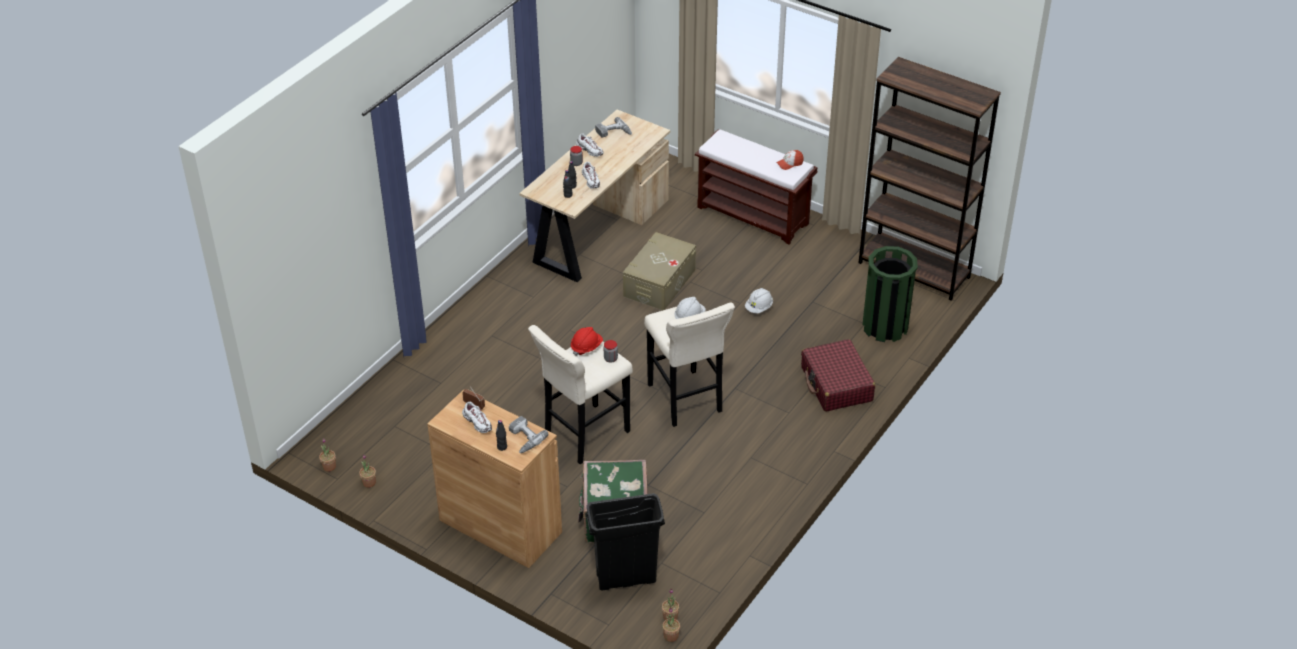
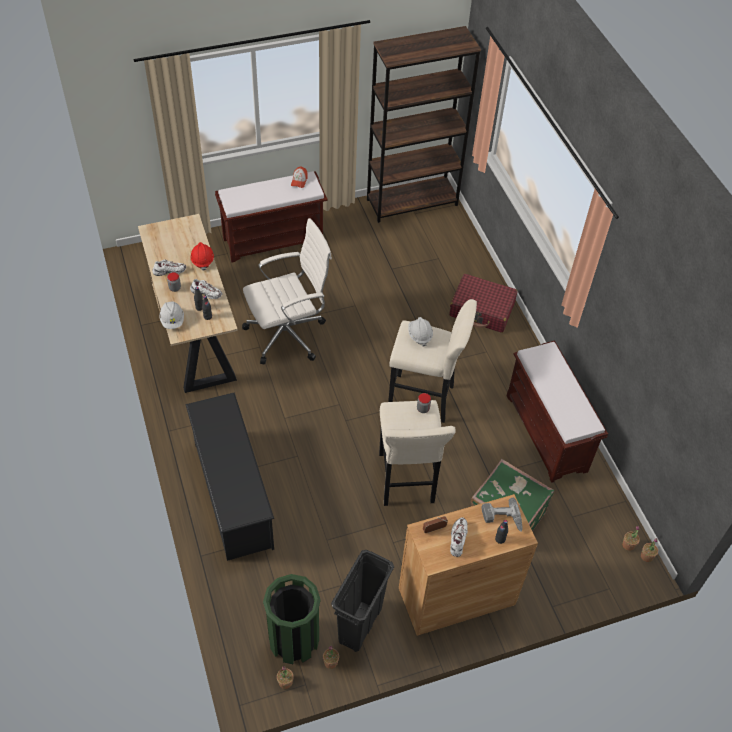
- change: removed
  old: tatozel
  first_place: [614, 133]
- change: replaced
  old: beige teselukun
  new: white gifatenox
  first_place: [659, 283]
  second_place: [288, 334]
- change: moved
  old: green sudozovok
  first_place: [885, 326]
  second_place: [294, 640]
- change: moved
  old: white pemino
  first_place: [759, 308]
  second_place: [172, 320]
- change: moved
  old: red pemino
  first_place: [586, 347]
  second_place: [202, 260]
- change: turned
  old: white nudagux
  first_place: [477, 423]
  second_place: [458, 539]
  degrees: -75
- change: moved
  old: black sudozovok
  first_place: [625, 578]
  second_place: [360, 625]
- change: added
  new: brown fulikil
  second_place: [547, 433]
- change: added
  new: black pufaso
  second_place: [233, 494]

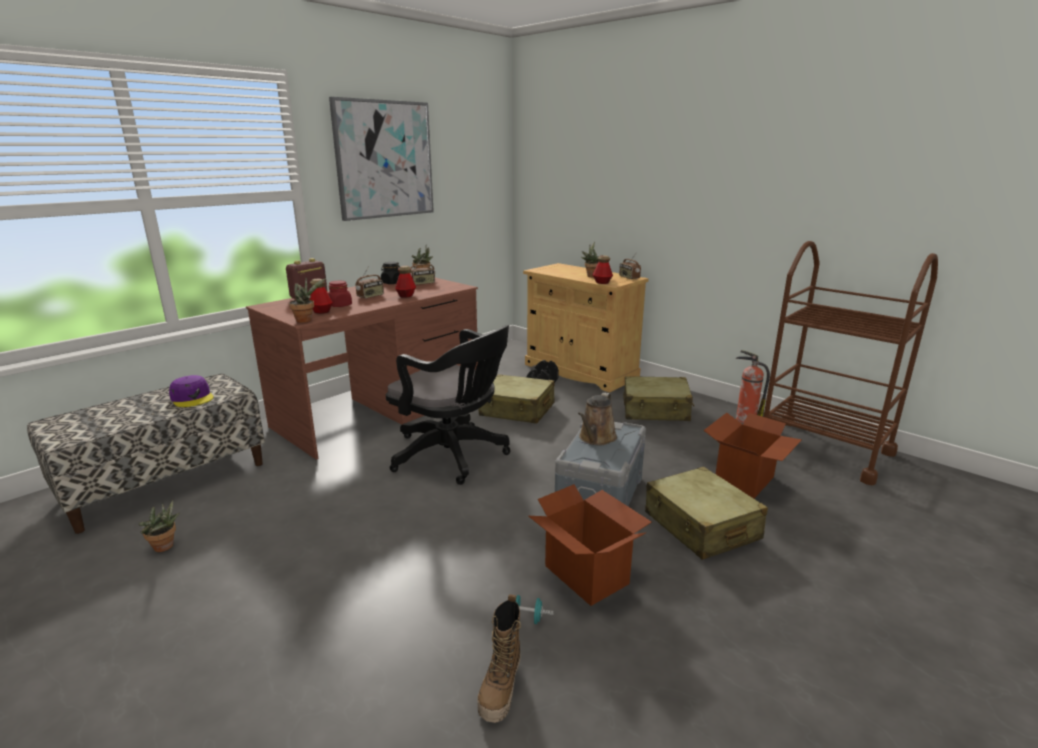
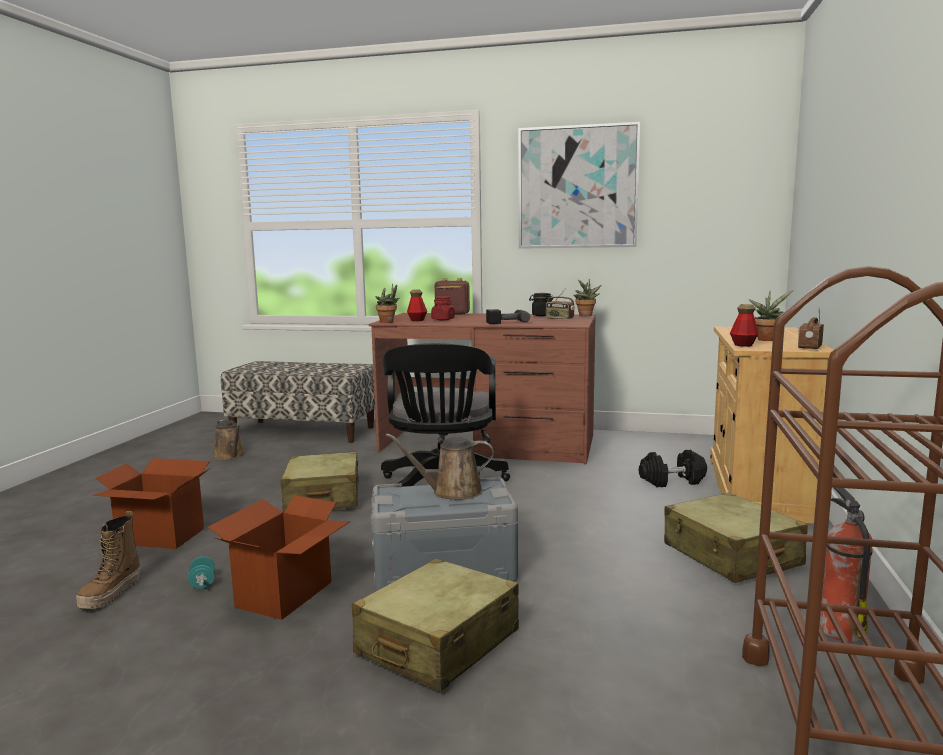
- change: removed
  old: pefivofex
  first_place: [370, 296]
- change: replaced
  old: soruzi
  new: tatozel
  first_place: [406, 295]
  second_place: [506, 322]
- change: moved
  old: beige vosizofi
  first_place: [517, 410]
  second_place: [323, 498]
- change: removed
  old: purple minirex
  first_place: [192, 398]
- change: moved
  old: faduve
  first_place: [745, 481]
  second_place: [160, 537]
- change: replaced
  old: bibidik
  new: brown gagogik
  first_place: [166, 547]
  second_place: [230, 456]
- change: turned
  old: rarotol
  first_place: [501, 689]
  second_place: [111, 594]
  degrees: -60

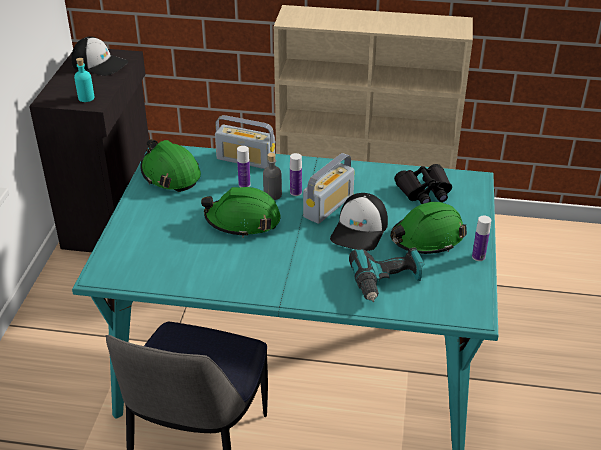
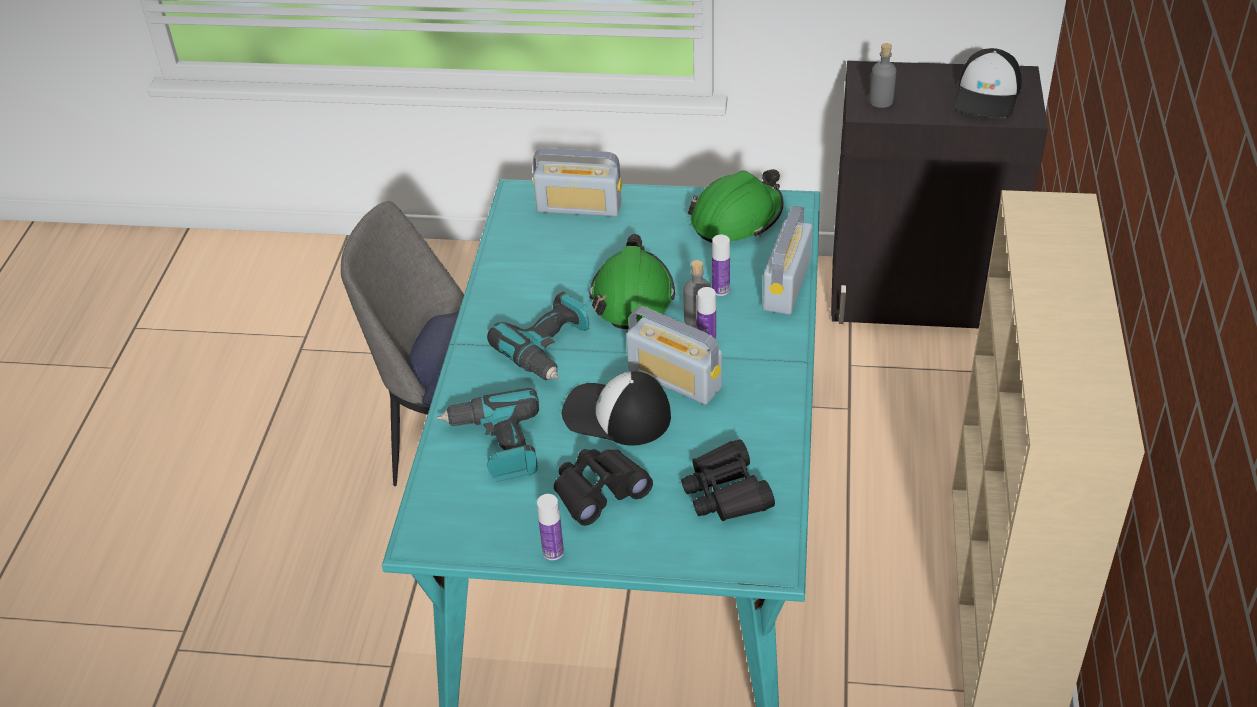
- change: recoloured
  old: turquoise soruzi
  new: grey soruzi
  first_place: [86, 98]
  second_place: [881, 101]
- change: replaced
  old: green pemino
  new: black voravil
  first_place: [427, 238]
  second_place: [599, 491]
- change: added
  new: pefivofex
  second_place: [579, 207]
- change: added
  new: tatozel
  second_place: [550, 349]

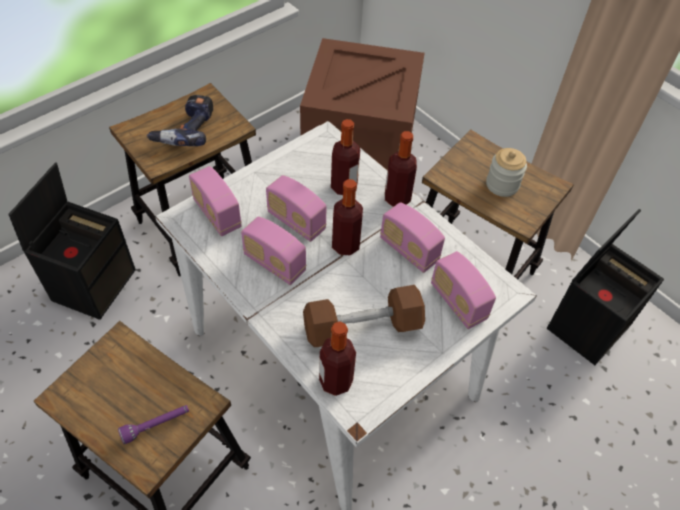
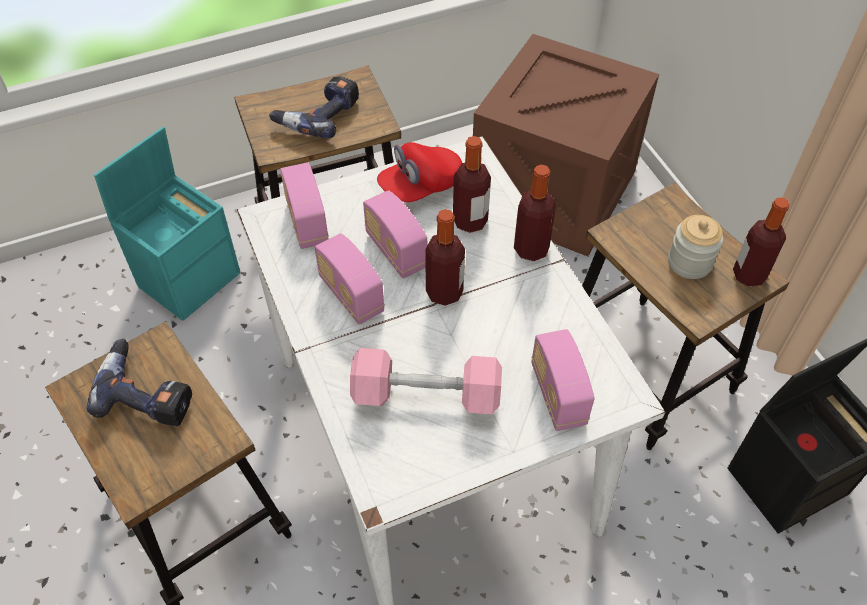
- change: recoloured
  old: black teselukun
  new: turquoise teselukun
  first_place: [94, 283]
  second_place: [189, 277]
- change: removed
  old: pefivofex
  first_place: [408, 250]
- change: recoloured
  old: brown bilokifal
  new: pink bilokifal
  first_place: [362, 327]
  second_place: [426, 395]
- change: moved
  old: soruzi
  first_place: [335, 381]
  second_place: [749, 275]
- change: removed
  old: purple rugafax
  first_place: [156, 425]
- change: added
  new: red minirex
  second_place: [421, 186]
- change: added
  new: tatozel
  second_place: [147, 392]

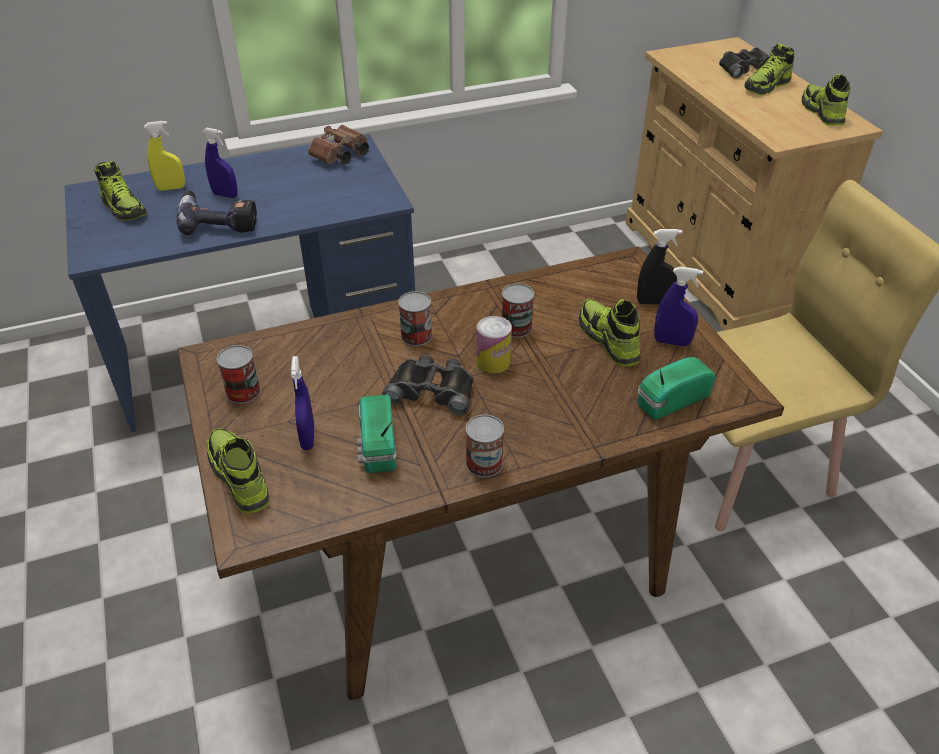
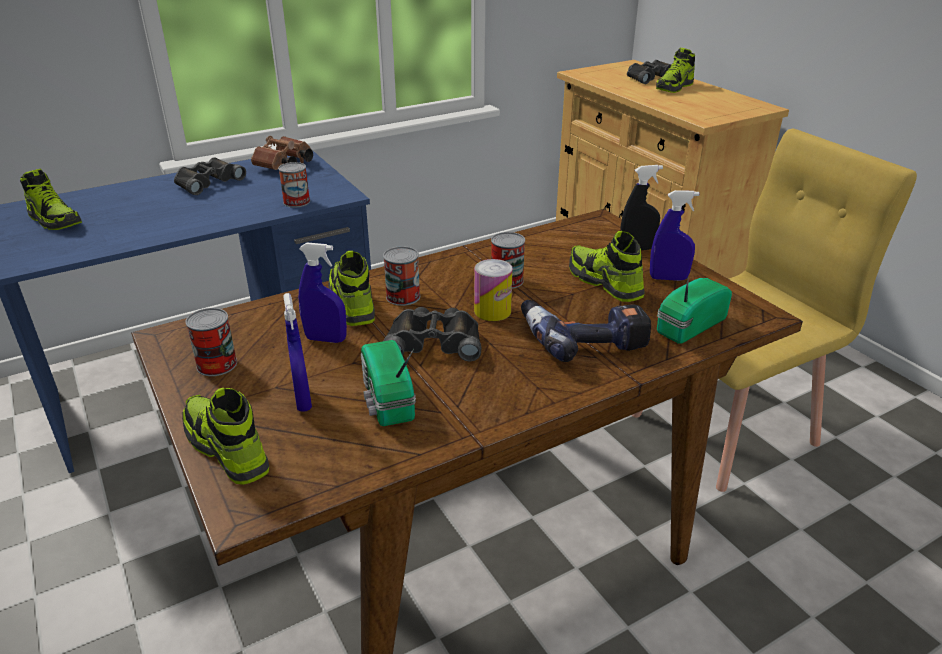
- change: moved
  old: nudagux
  first_place: [822, 112]
  second_place: [352, 303]
- change: removed
  old: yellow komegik
  first_place: [171, 188]
- change: moved
  old: blue komegik
  first_place: [225, 195]
  second_place: [326, 339]
- change: moved
  old: tatozel
  first_place: [219, 221]
  second_place: [582, 338]
- change: moved
  old: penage
  first_place: [484, 463]
  second_place: [296, 202]
- change: added
  new: black voravil
  second_place: [207, 182]

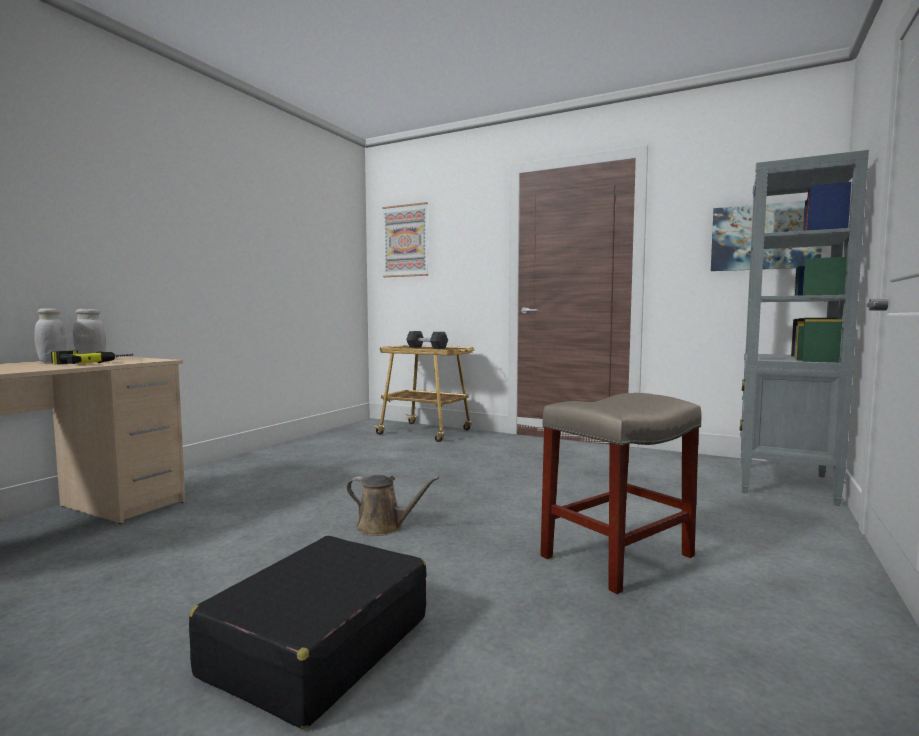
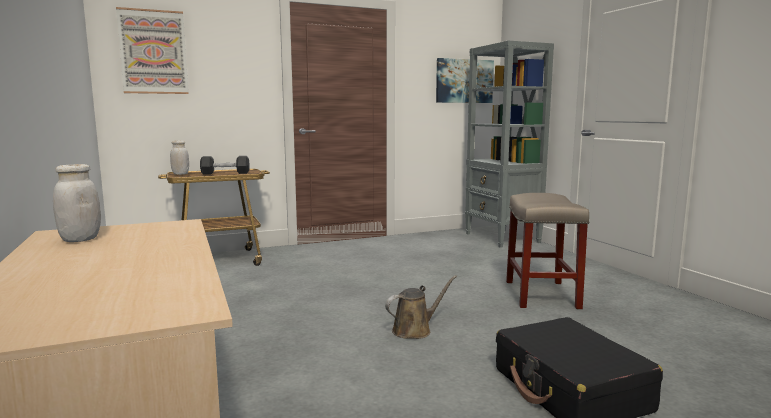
- change: moved
  old: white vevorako
  first_place: [52, 361]
  second_place: [180, 174]
- change: removed
  old: tatozel
  first_place: [91, 362]

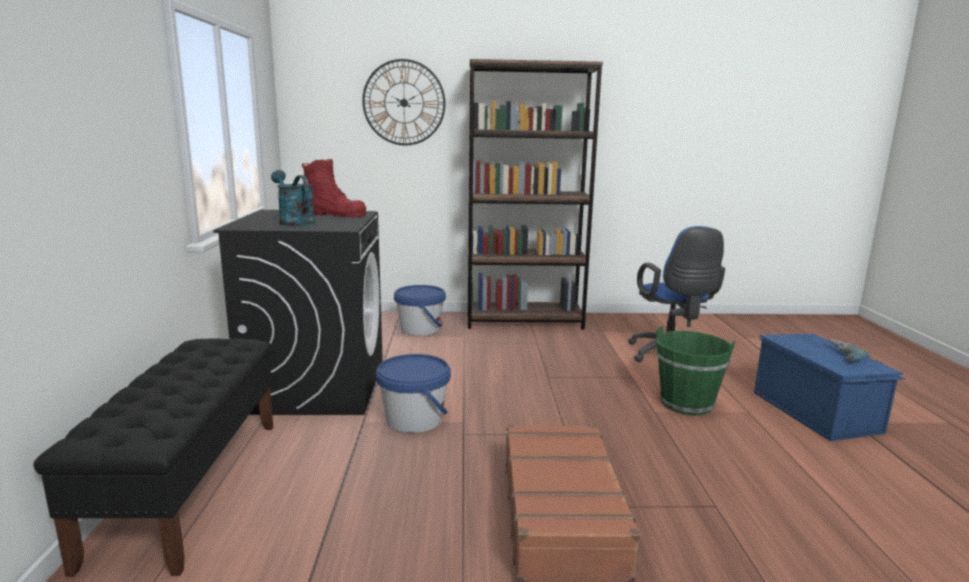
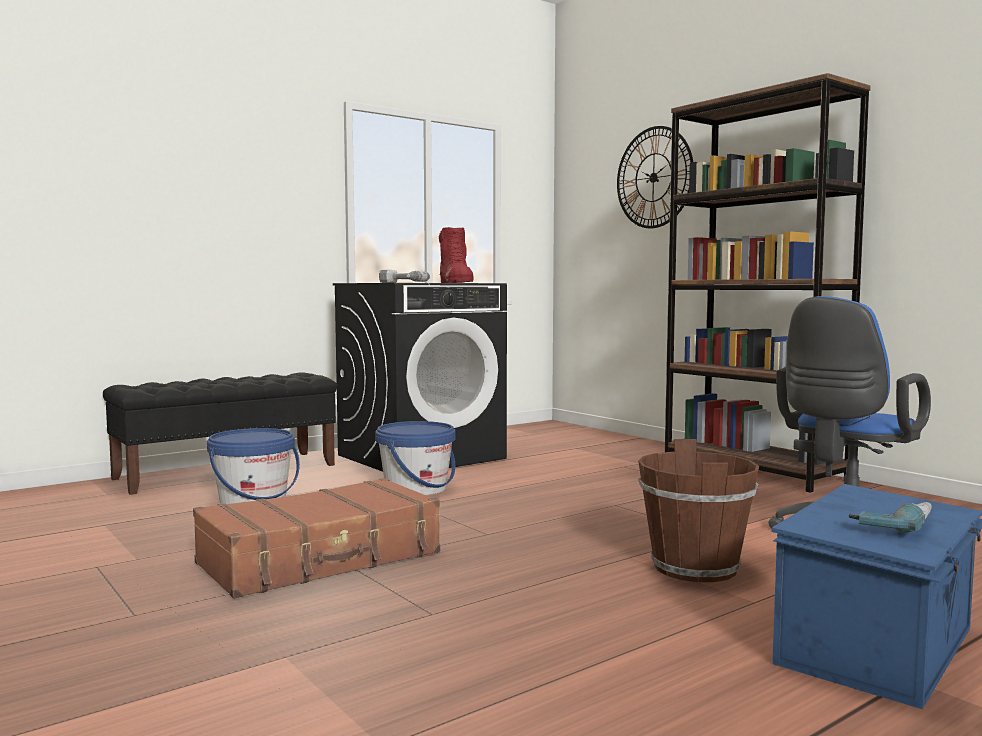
- change: replaced
  old: turquoise gagogik
  new: tatozel
  first_place: [294, 222]
  second_place: [401, 282]
- change: moved
  old: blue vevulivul
  first_place: [420, 329]
  second_place: [253, 499]
- change: recoloured
  old: green vevulivul
  new: brown vevulivul
  first_place: [686, 404]
  second_place: [694, 567]

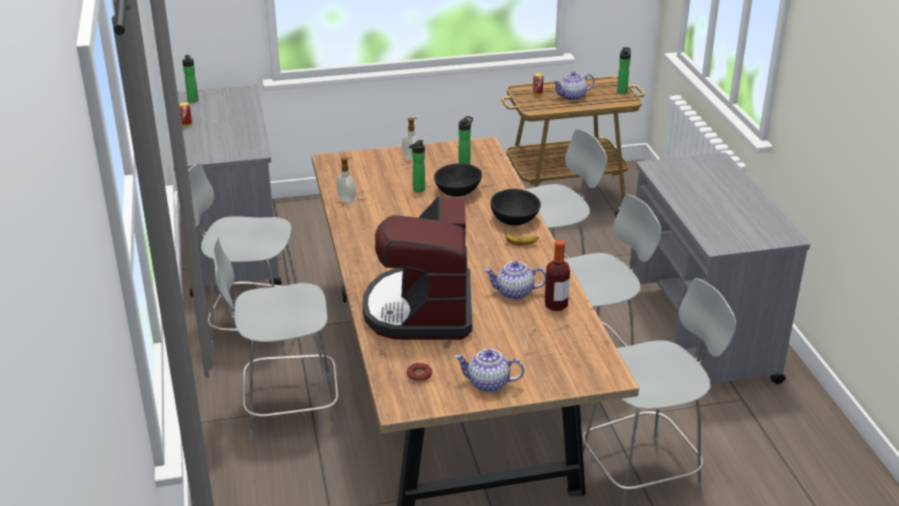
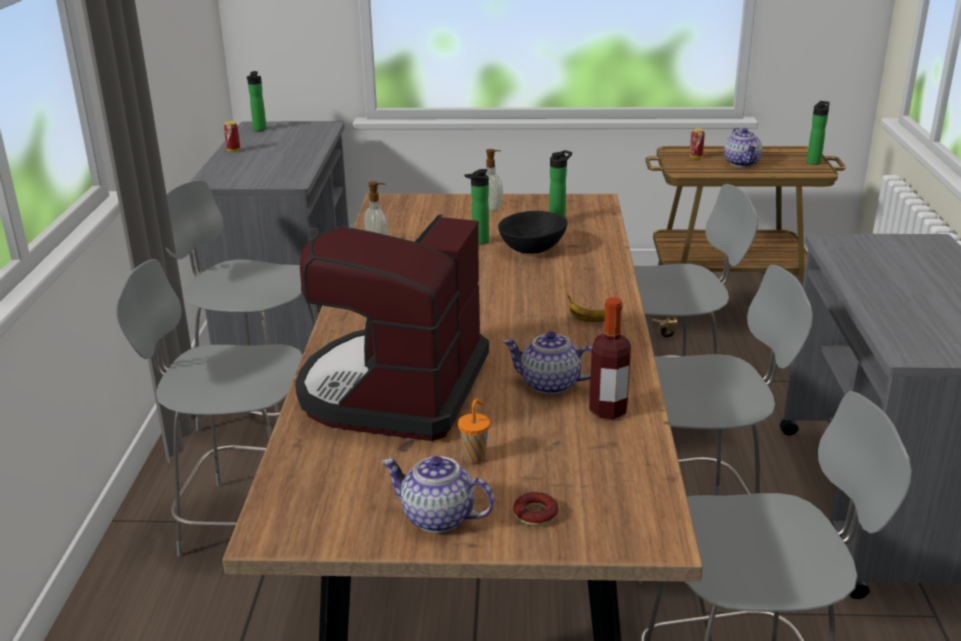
- change: turned
  old: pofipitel
  first_place: [572, 97]
  second_place: [742, 163]
  degrees: -90
- change: removed
  old: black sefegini
  first_place: [513, 219]
- change: moved
  old: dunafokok
  first_place: [419, 375]
  second_place: [535, 514]
- change: added
  new: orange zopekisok
  second_place: [475, 456]

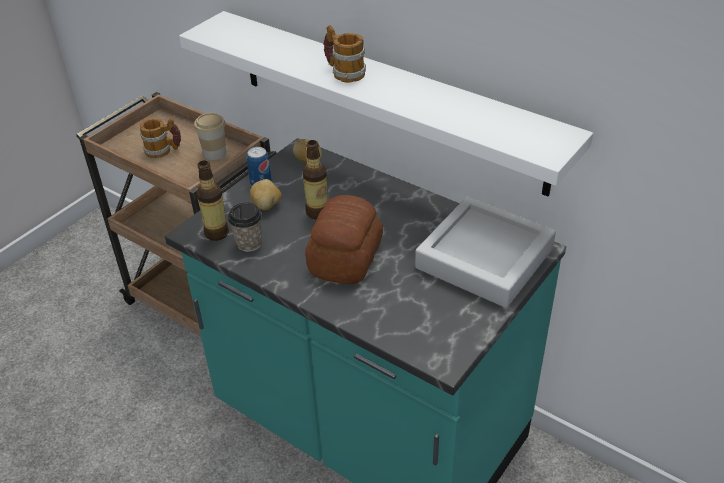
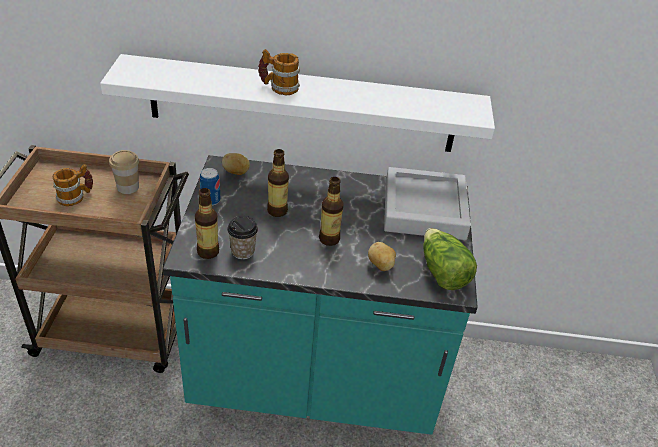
- change: moved
  old: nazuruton
  first_place: [267, 205]
  second_place: [381, 265]
- change: replaced
  old: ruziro
  new: soruzi
  first_place: [347, 258]
  second_place: [329, 239]
- change: added
  new: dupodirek
  second_place: [442, 272]

